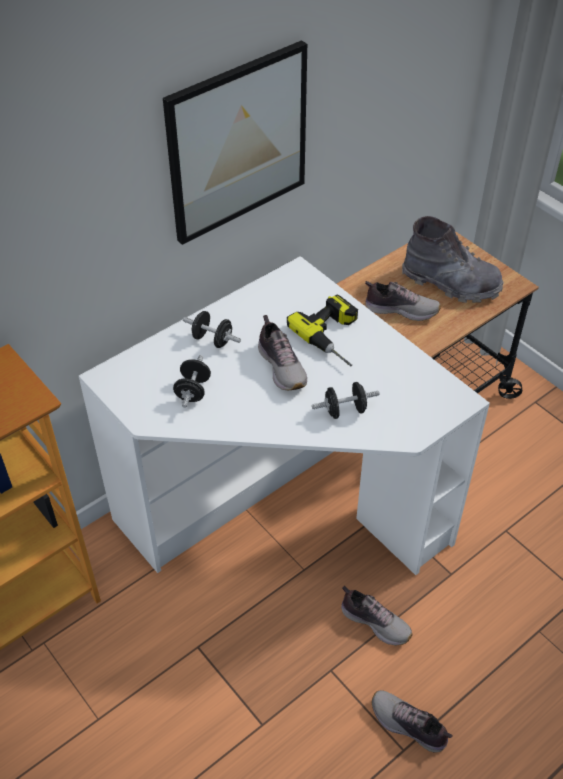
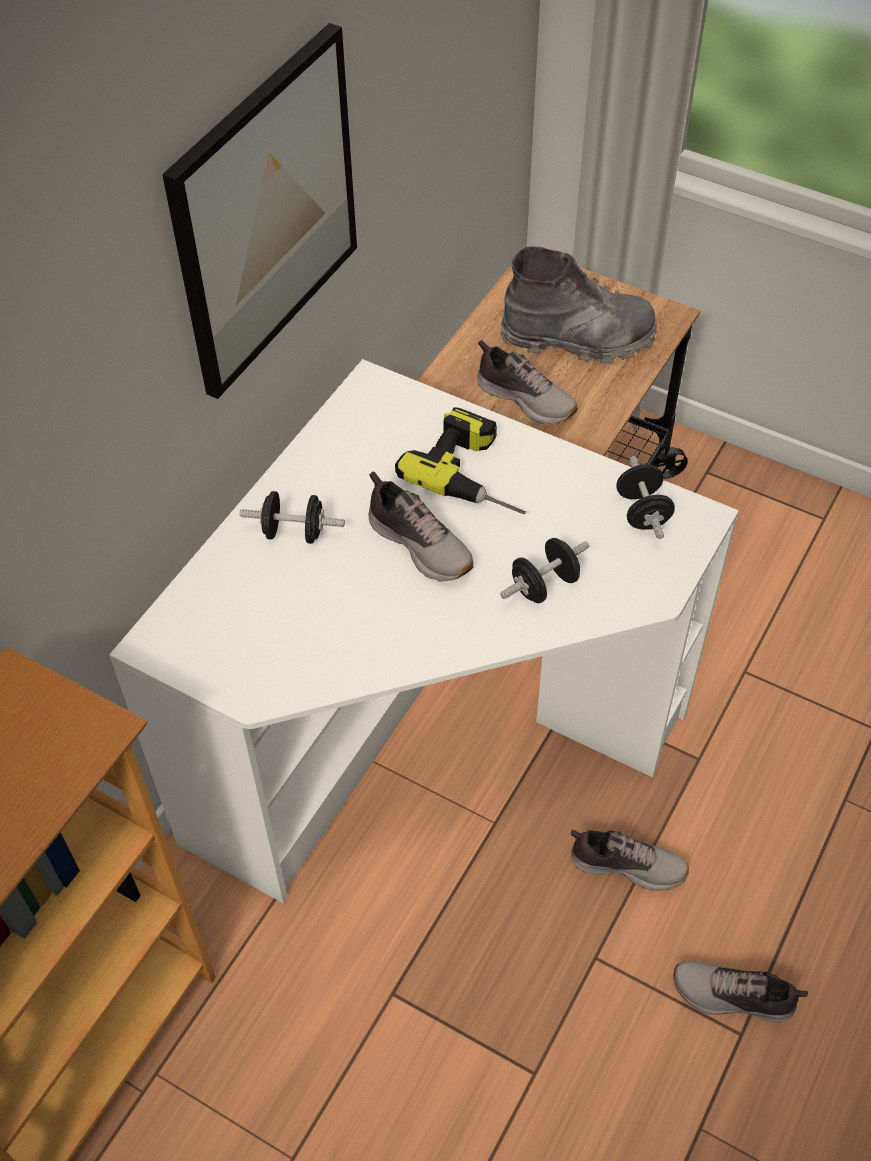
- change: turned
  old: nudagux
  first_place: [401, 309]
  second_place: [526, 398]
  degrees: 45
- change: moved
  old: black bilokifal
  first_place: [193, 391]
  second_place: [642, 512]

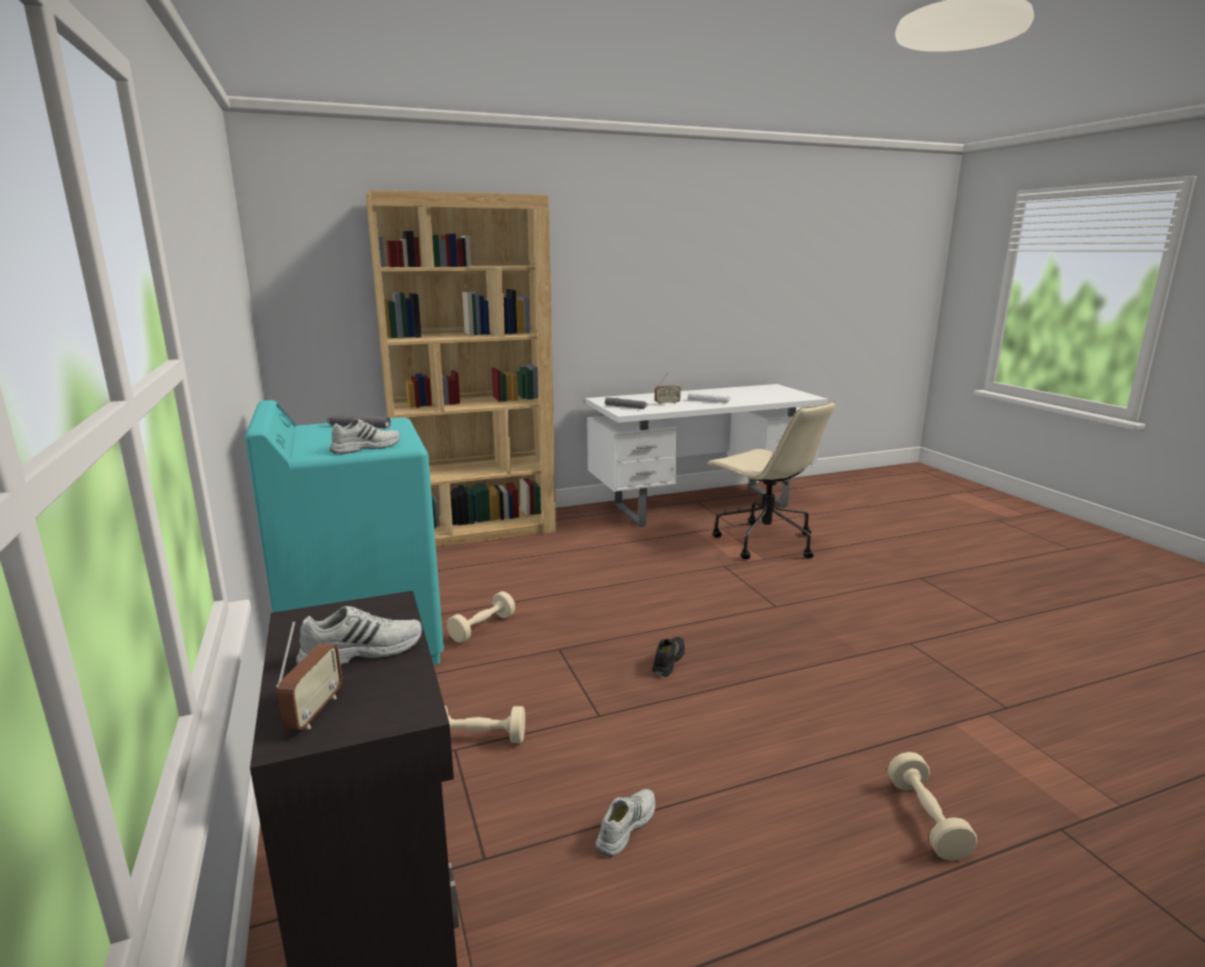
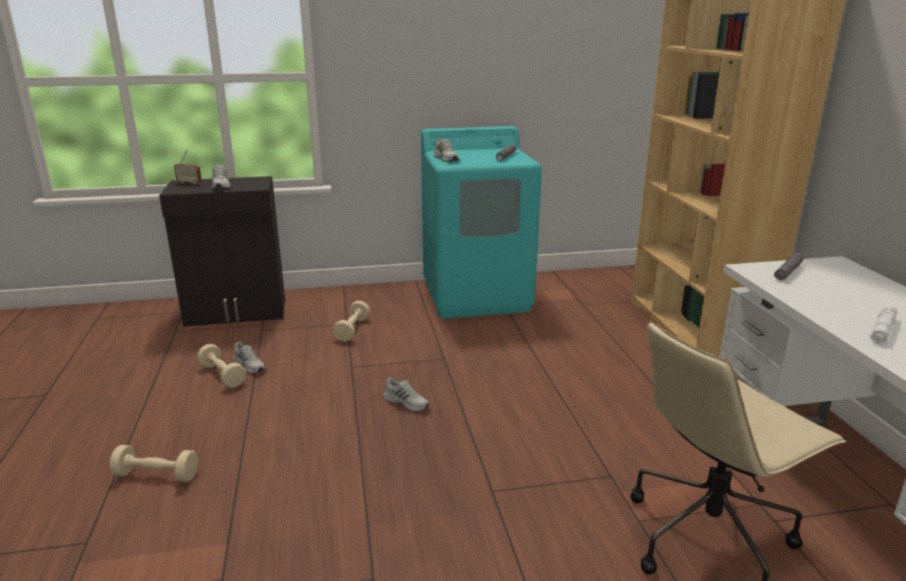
- change: removed
  old: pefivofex
  first_place: [667, 403]
- change: moved
  old: beige bilokifal
  first_place: [482, 628]
  second_place: [222, 375]
- change: recoloured
  old: black nudagux
  new: white nudagux
  first_place: [667, 661]
  second_place: [407, 402]

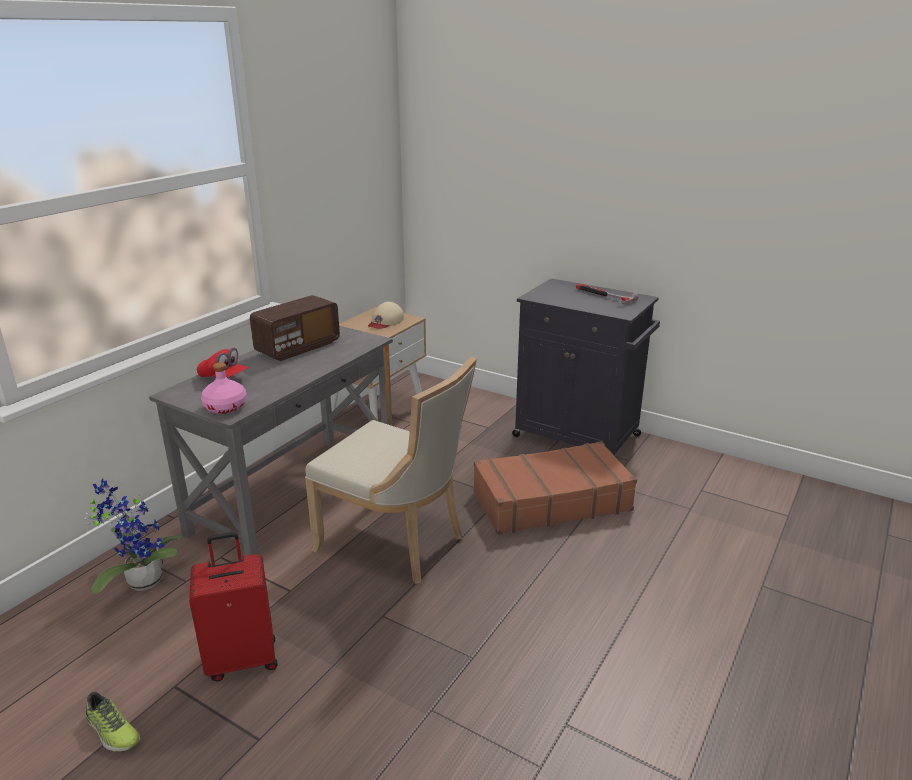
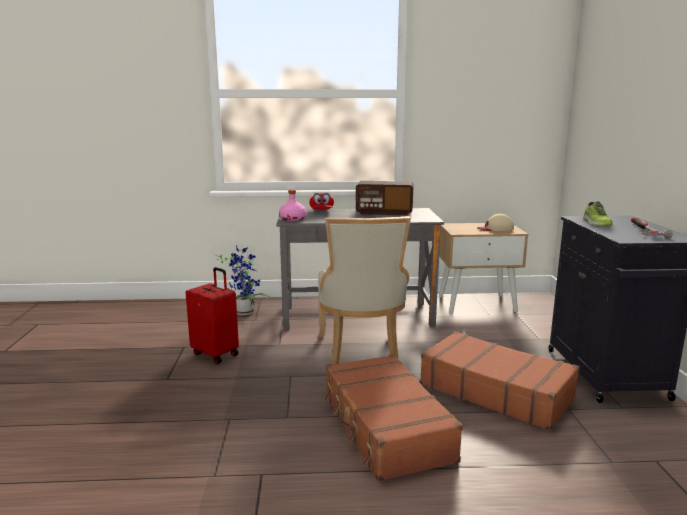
- change: moved
  old: nudagux
  first_place: [112, 731]
  second_place: [595, 223]
- change: added
  new: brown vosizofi
  second_place: [385, 428]

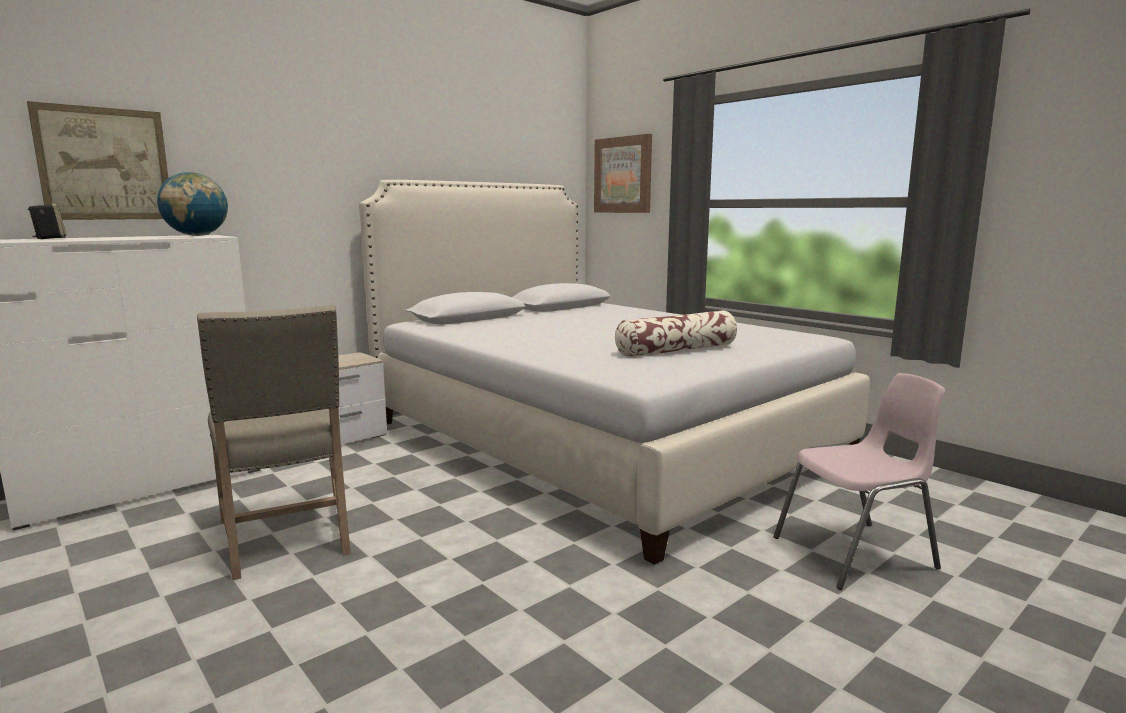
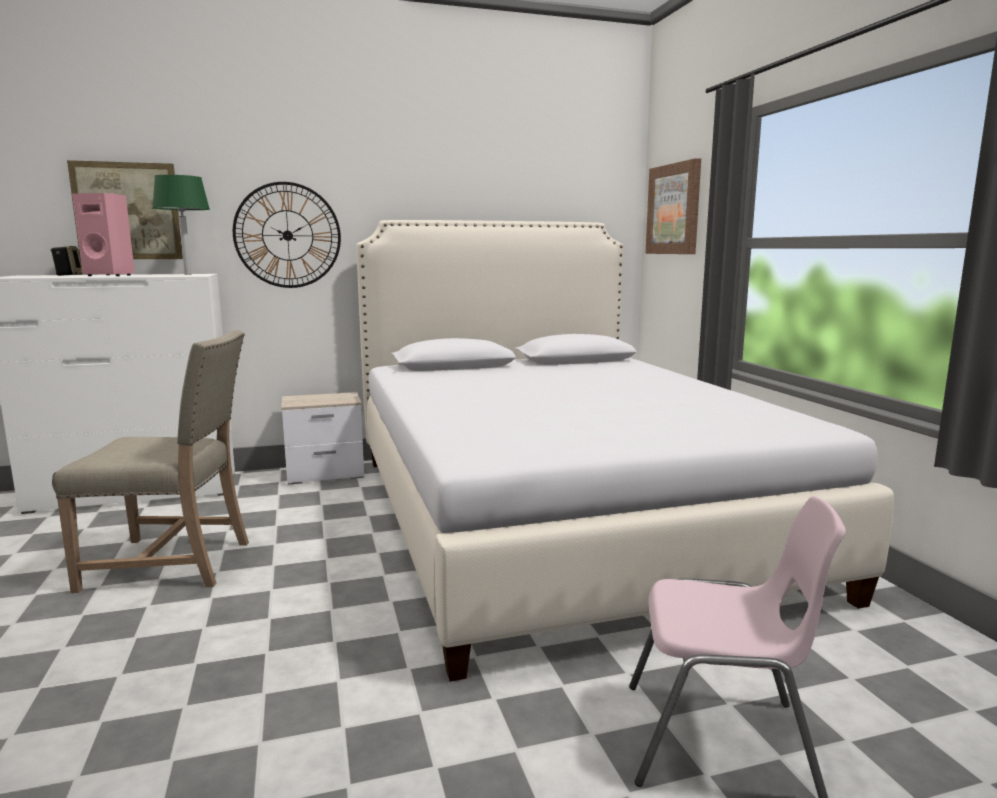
- change: replaced
  old: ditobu
  new: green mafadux
  first_place: [196, 236]
  second_place: [187, 274]
- change: turned
  old: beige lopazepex
  first_place: [288, 538]
  second_place: [174, 563]
  degrees: -90
- change: removed
  old: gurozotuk
  first_place: [677, 350]
- change: added
  new: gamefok
  second_place: [287, 235]
- change: added
  new: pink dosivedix
  second_place: [111, 275]

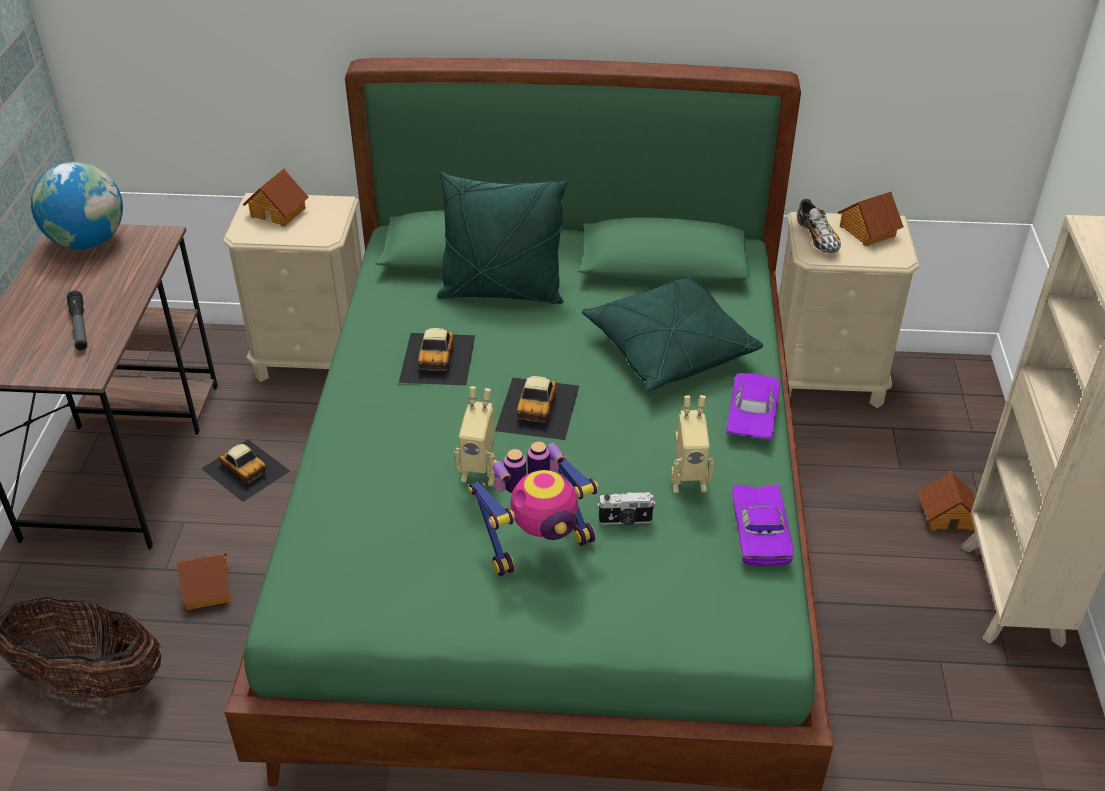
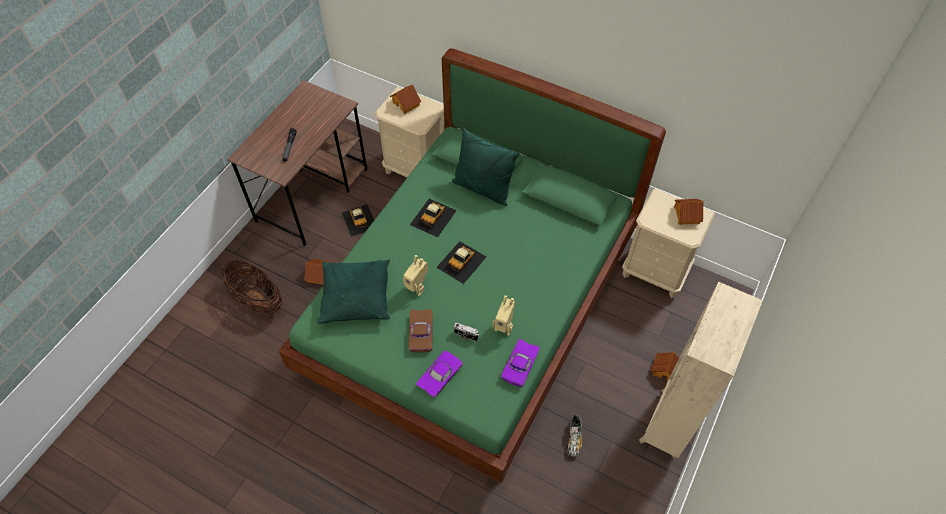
- change: removed
  old: ditobu
  first_place: [88, 241]
- change: moved
  old: nudagux
  first_place: [817, 239]
  second_place: [574, 438]
- change: moved
  old: green gurozotuk
  first_place: [668, 350]
  second_place: [356, 297]
- change: moved
  old: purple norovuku
  first_place: [749, 415]
  second_place: [438, 375]
- change: replaced
  old: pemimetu
  new: brown norovuku
  first_place: [538, 545]
  second_place: [422, 333]

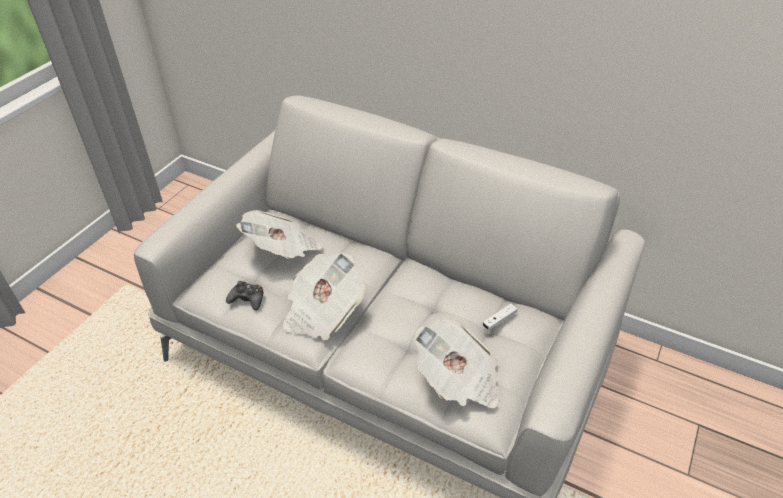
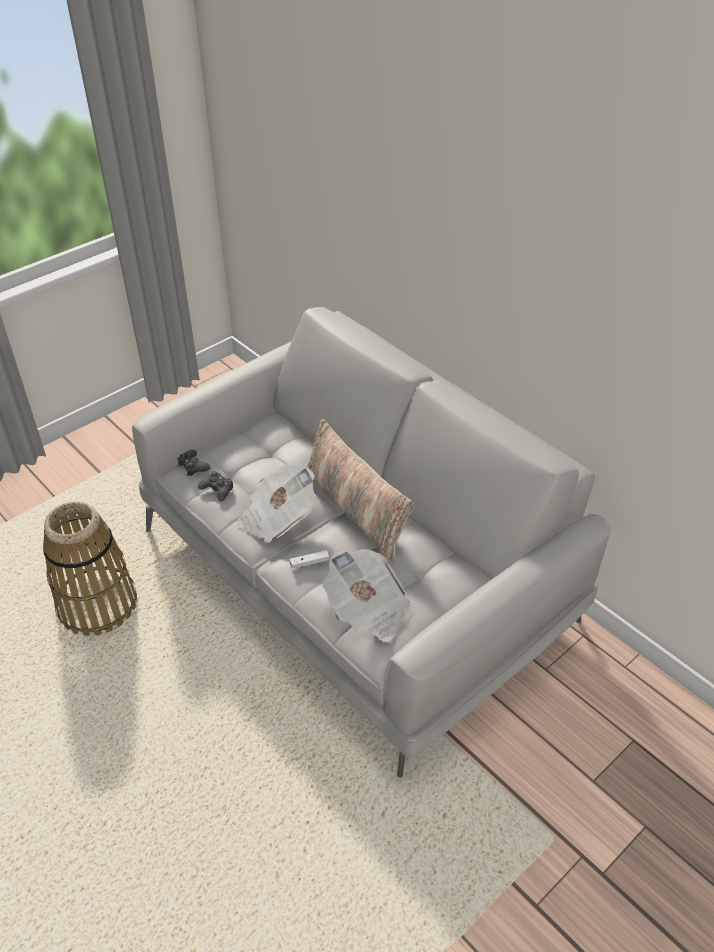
- change: removed
  old: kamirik
  first_place: [283, 249]
- change: moved
  old: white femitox
  first_place: [499, 320]
  second_place: [309, 562]
- change: added
  new: gurozotuk
  second_place: [356, 510]
- change: added
  new: black femitox
  second_place: [193, 466]
- change: added
  new: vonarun
  second_place: [98, 604]

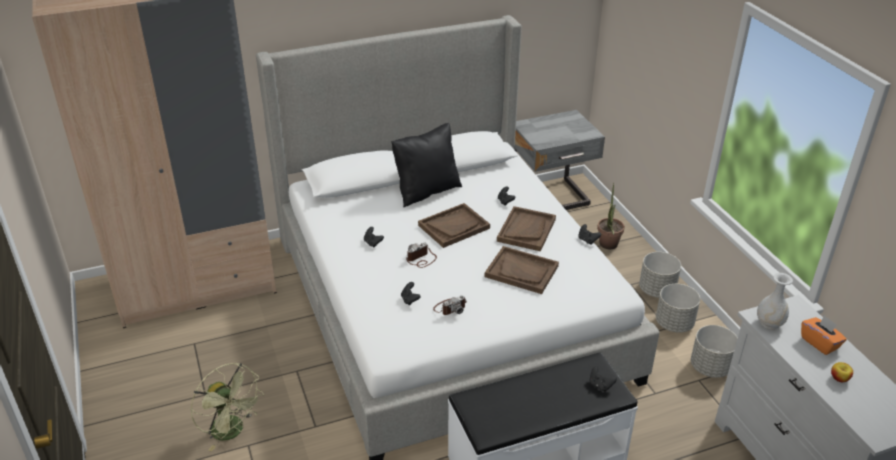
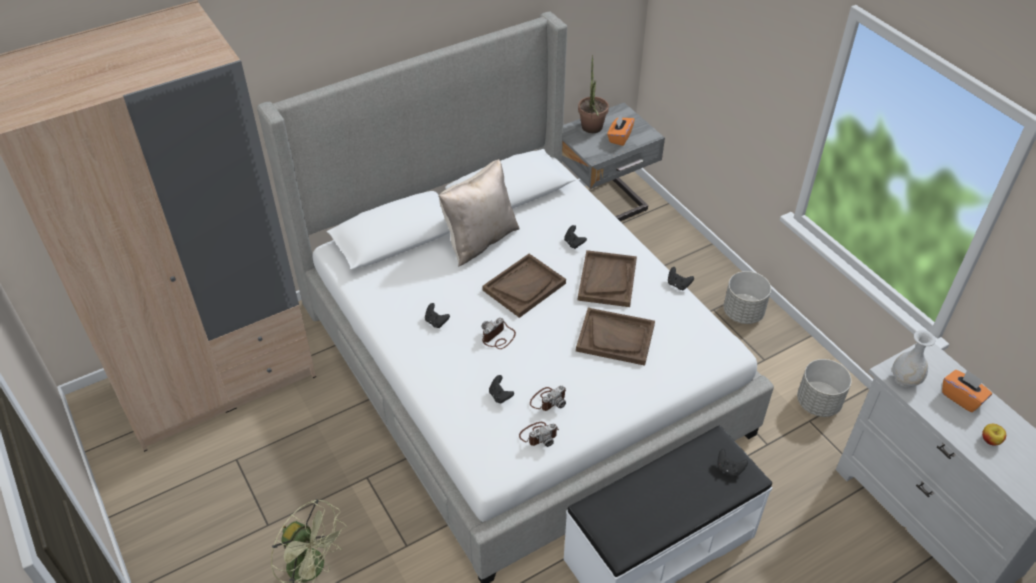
- change: recoloured
  old: black gurozotuk
  new: beige gurozotuk
  first_place: [426, 191]
  second_place: [479, 240]
- change: moved
  old: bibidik
  first_place: [607, 246]
  second_place: [591, 130]
- change: removed
  old: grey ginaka
  first_place: [674, 323]
- change: added
  new: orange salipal
  second_place: [619, 137]
- change: added
  new: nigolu
  second_place: [539, 435]

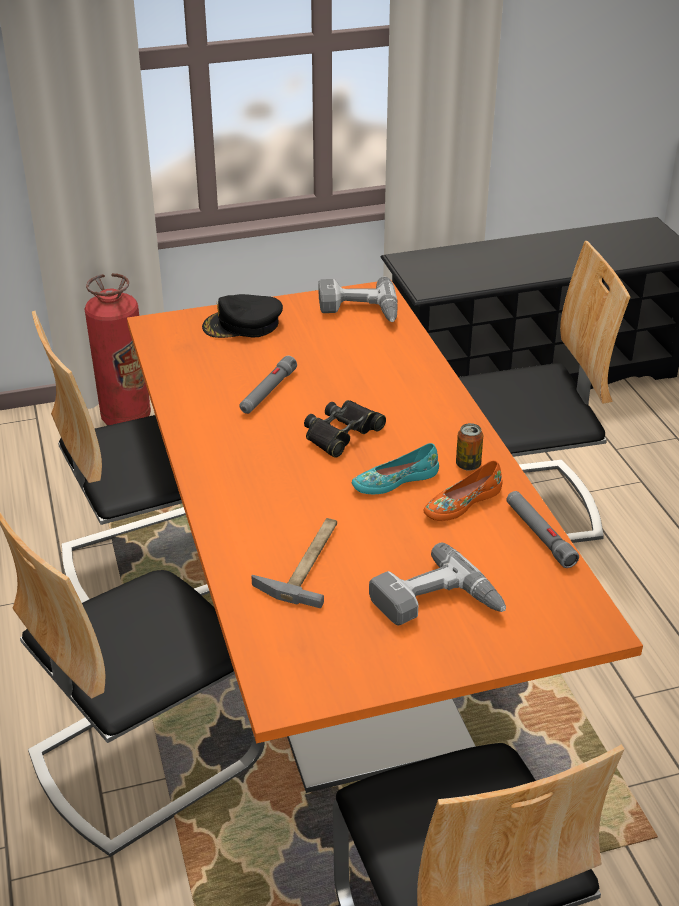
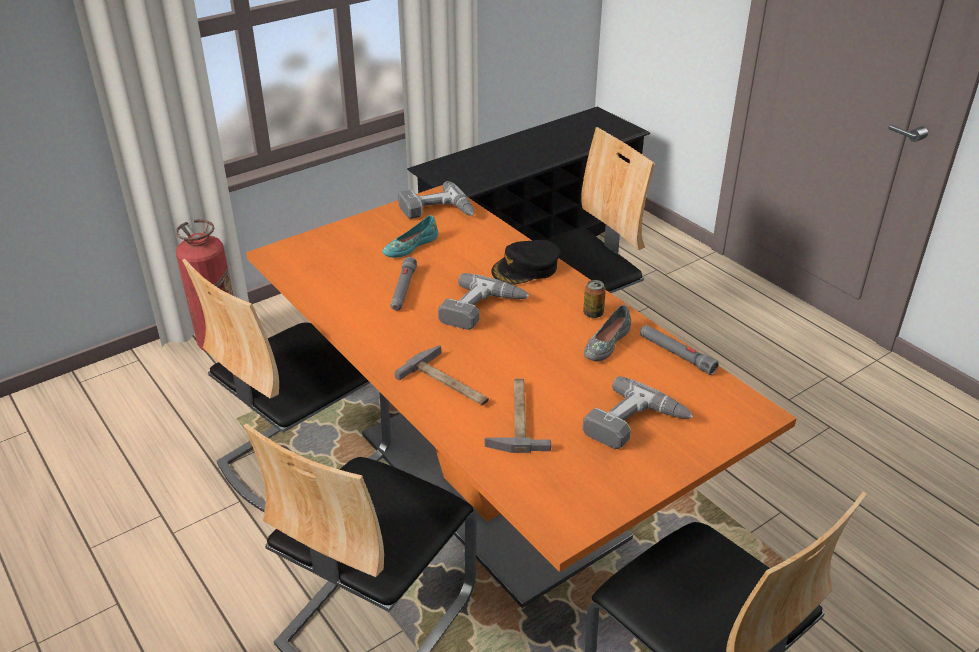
- change: moved
  old: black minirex
  first_place: [243, 325]
  second_place: [526, 268]
- change: replaced
  old: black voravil
  new: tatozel
  first_place: [342, 434]
  second_place: [482, 310]
- change: moved
  old: turquoise nudagux
  first_place: [394, 480]
  second_place: [410, 246]
- change: recoloured
  old: orange nudagux
  new: grey nudagux
  first_place: [461, 502]
  second_place: [606, 343]
- change: added
  new: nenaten
  second_place: [449, 383]

